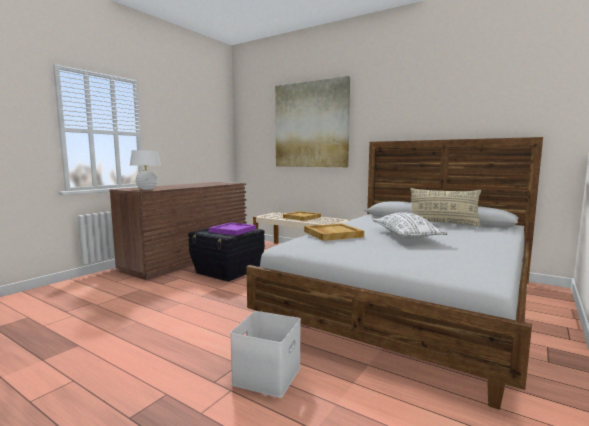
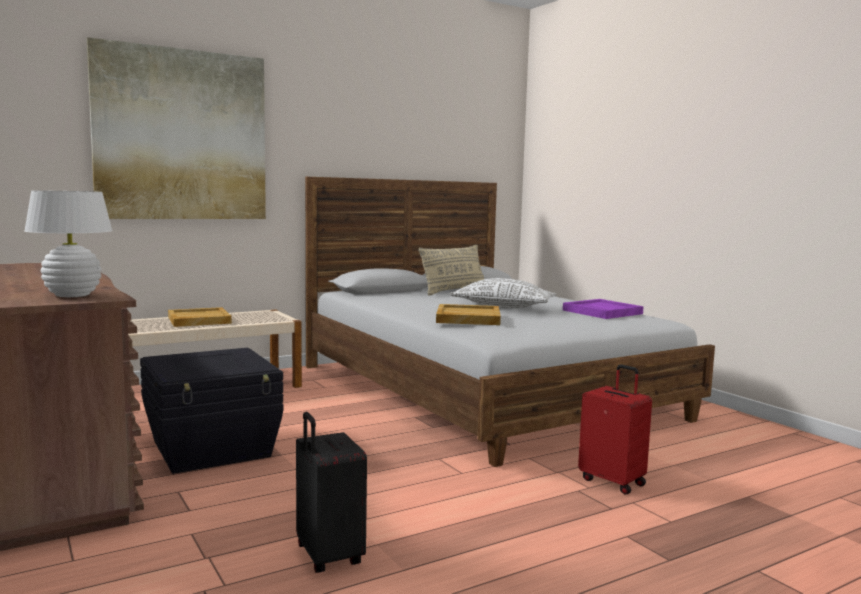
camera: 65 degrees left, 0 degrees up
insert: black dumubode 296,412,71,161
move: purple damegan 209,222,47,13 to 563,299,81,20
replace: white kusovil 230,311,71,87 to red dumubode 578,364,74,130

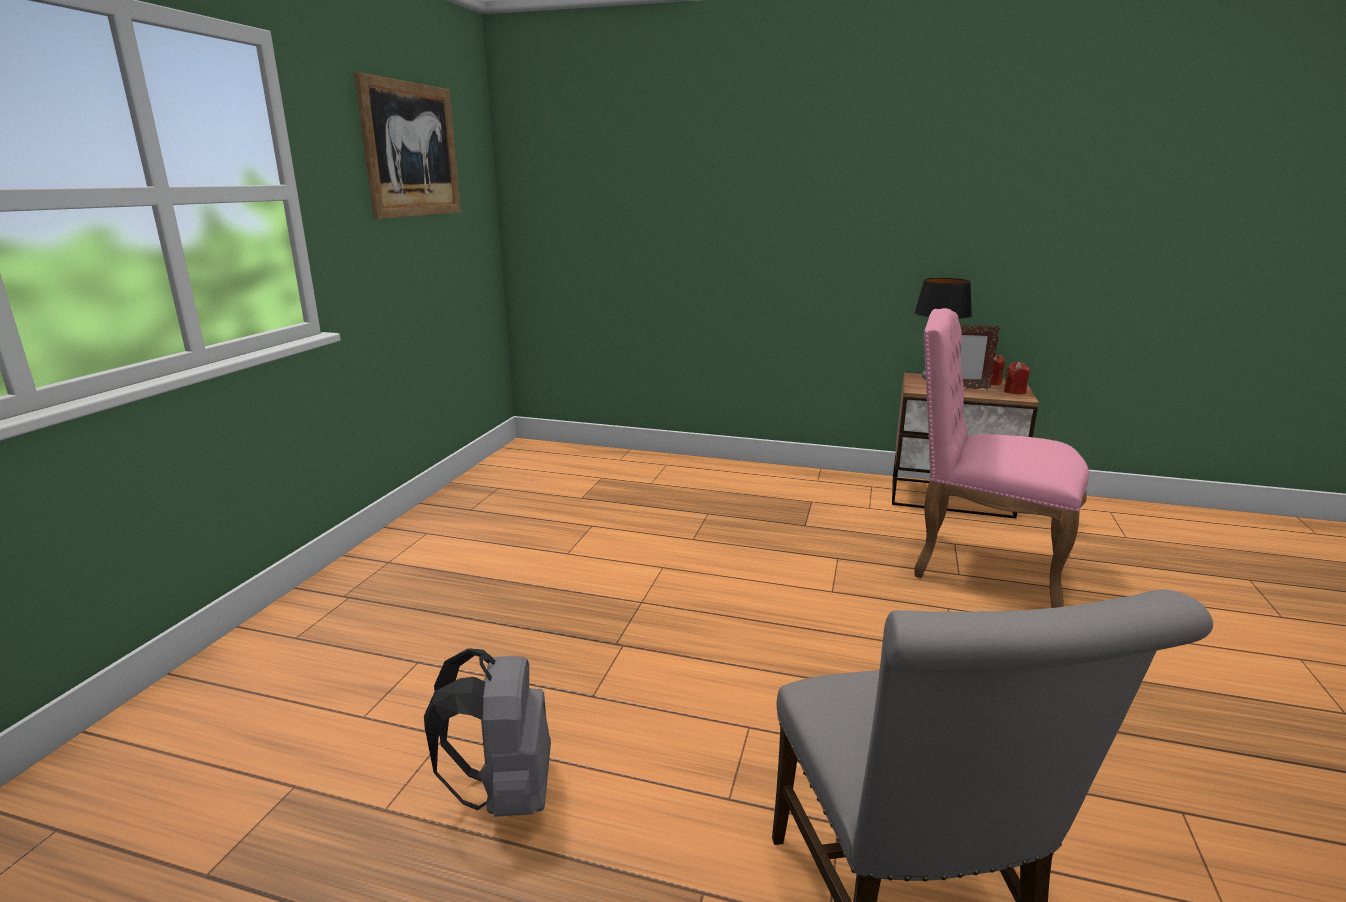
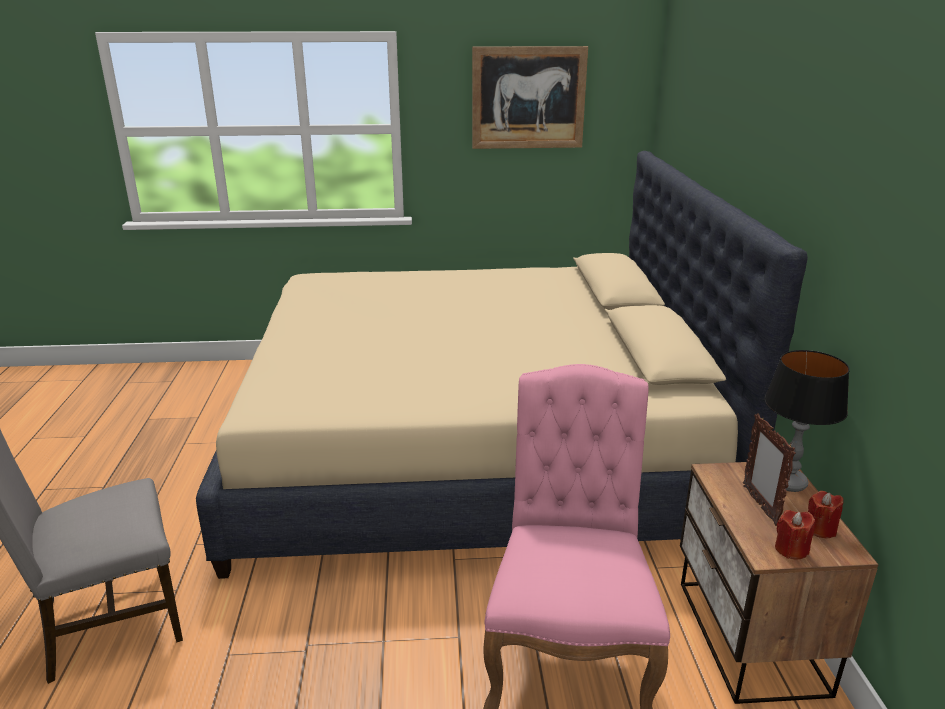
camera: 70 degrees right, 5 degrees up
delete: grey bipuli 424,648,127,169
insert: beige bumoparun 196,151,612,428

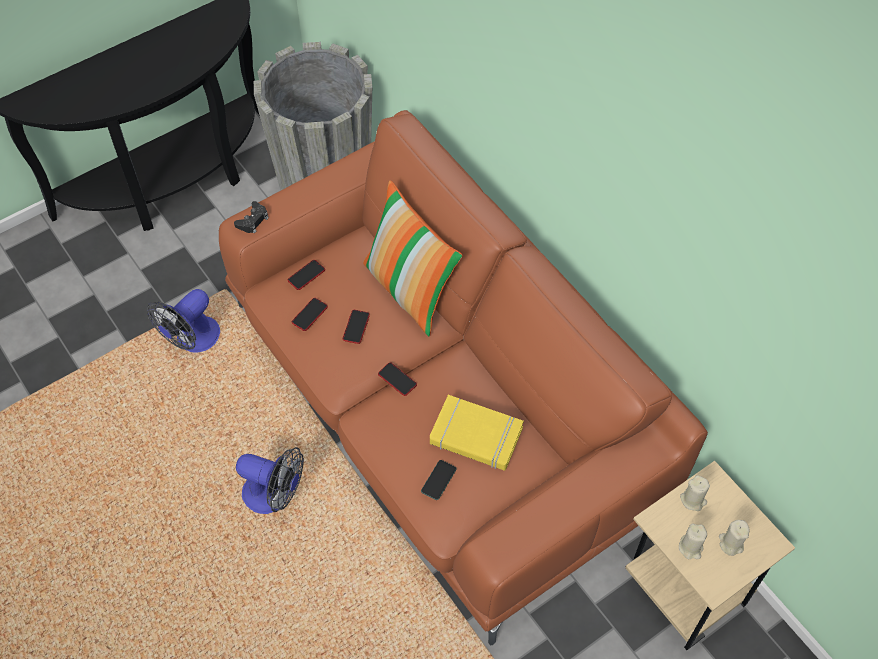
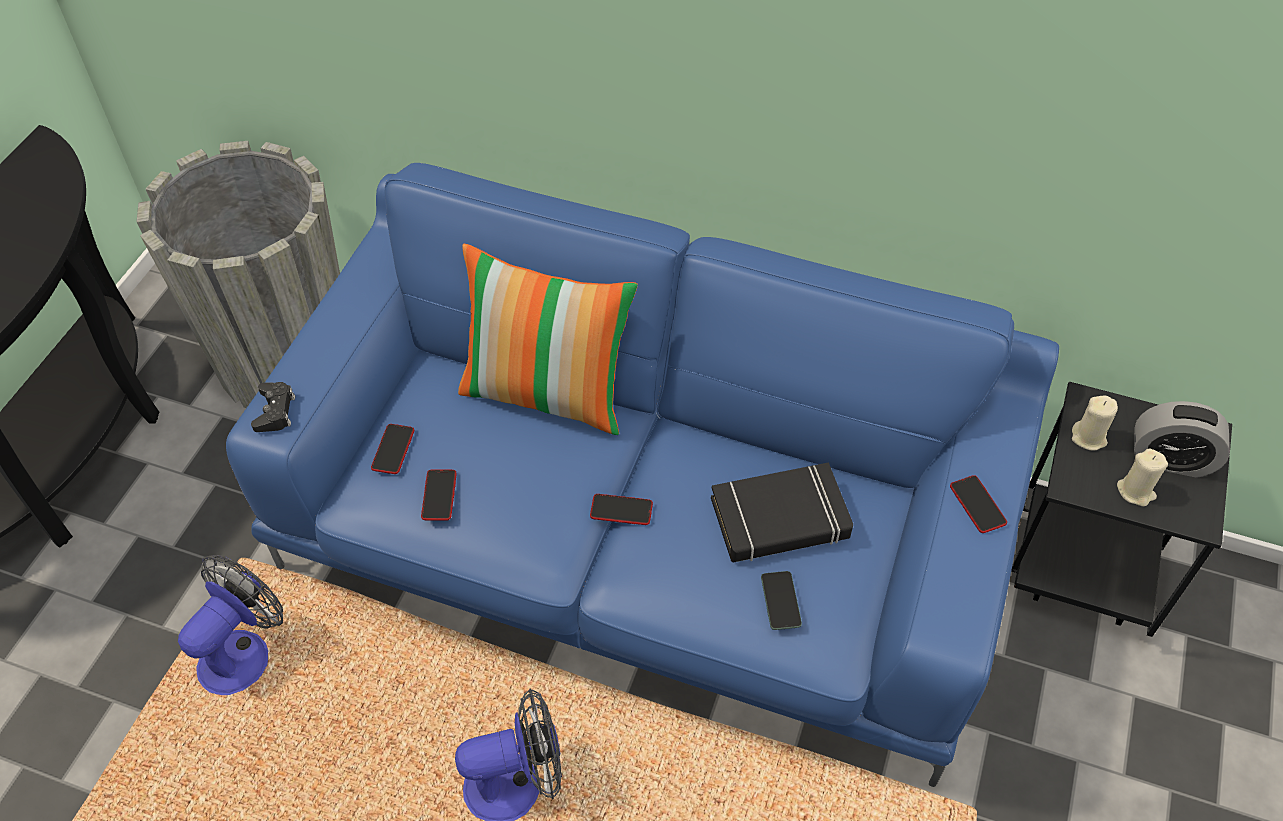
camera: 35 degrees left, 5 degrees down
move: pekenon 343,310,27,34 to 950,475,57,58
replace: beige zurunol 719,520,31,36 to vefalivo 1134,401,96,77
recolor: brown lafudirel 219,110,489,535 to blue lafudirel 226,163,833,624; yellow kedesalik 430,395,94,76 to black kedesalik 711,462,142,100; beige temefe 625,461,170,189 to black temefe 1011,382,221,255
rotate: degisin 147,289,73,64 = 178,555,105,140 150 degrees counterclockwise

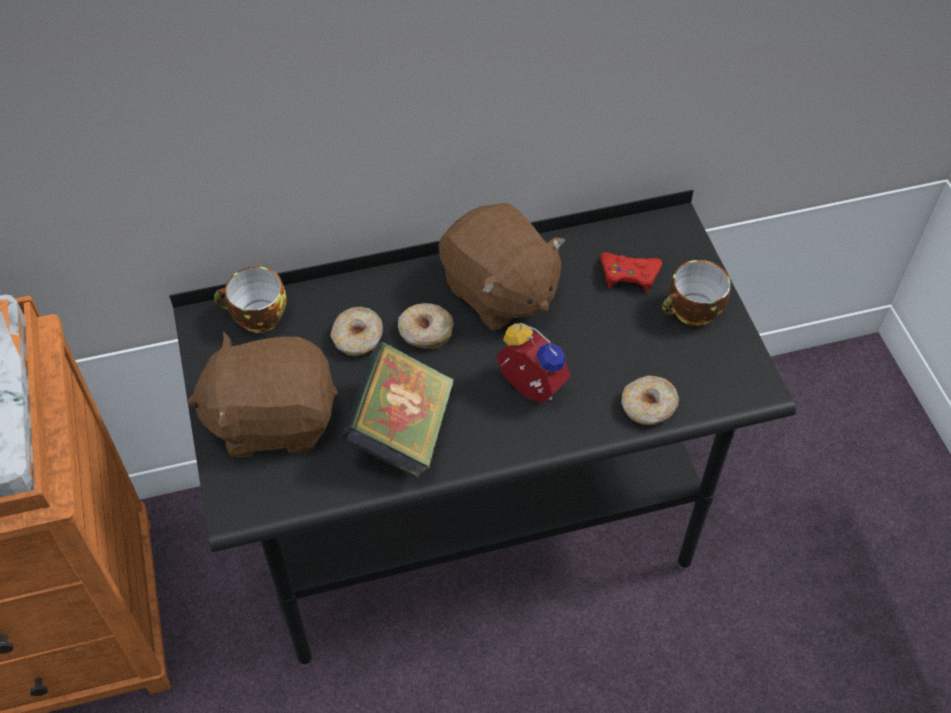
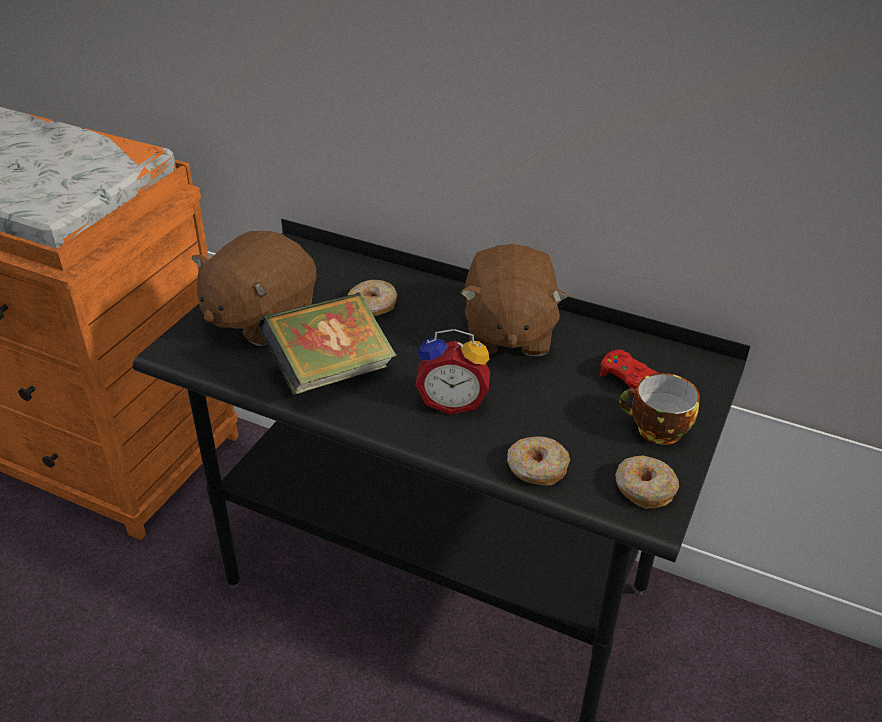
camera: 40 degrees right, 15 degrees down
delete: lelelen 214,267,73,66
move: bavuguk 398,303,56,46 to 615,456,64,53
rotate: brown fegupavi 187,331,150,126 = 192,231,124,115 90 degrees counterclockwise; vefalivo 496,323,75,80 = 415,329,75,86 105 degrees clockwise

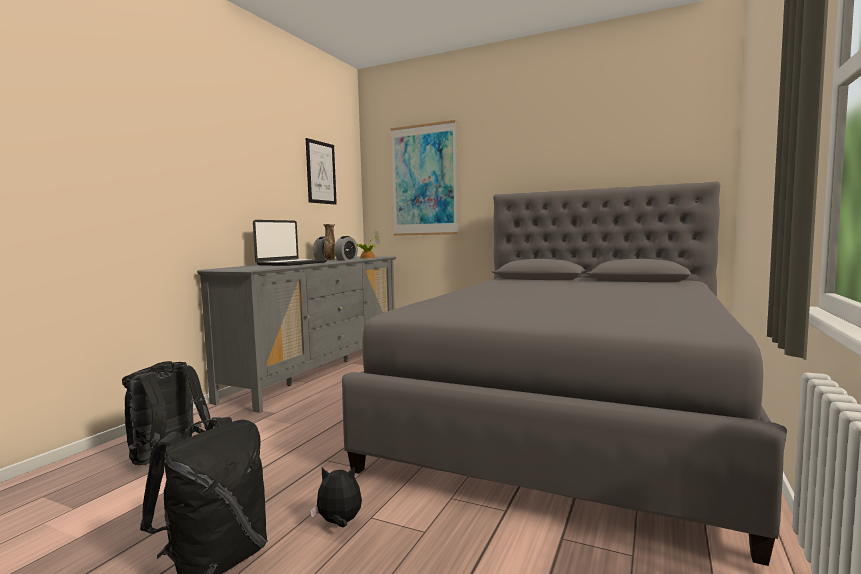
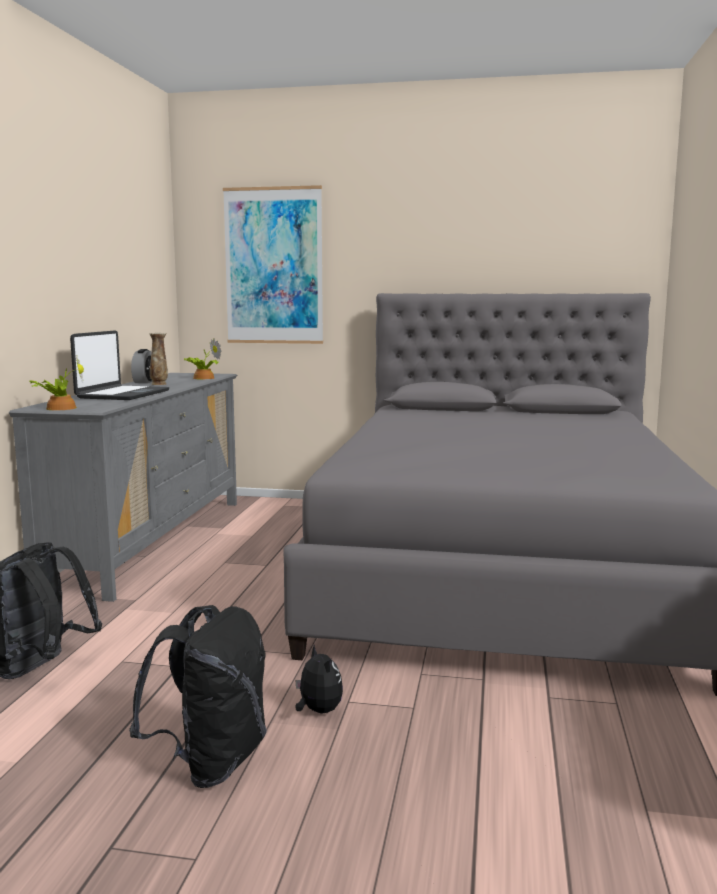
camera: 15 degrees left, 5 degrees up
delete: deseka 306,138,31,67; vefalivo 334,236,24,25
insert: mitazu 29,355,55,55
rotate: fegupavi 310,467,52,61 = 295,645,48,68 75 degrees clockwise

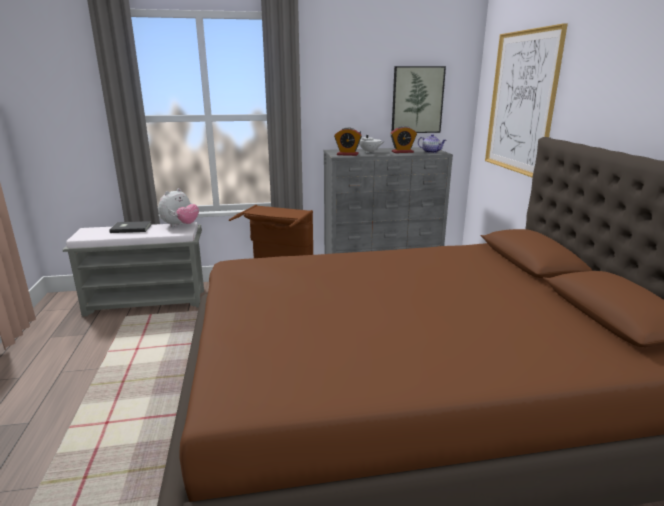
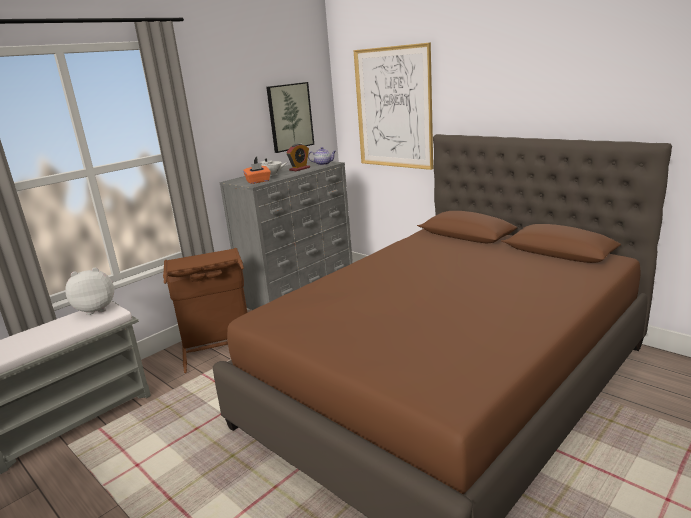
camera: 35 degrees left, 0 degrees up
delete: grey kedesalik 109,221,43,12
replace: vefalivo 334,127,28,29 to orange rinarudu 243,163,28,21
rotate: fegupavi 158,188,41,39 = 65,267,49,48 105 degrees counterclockwise

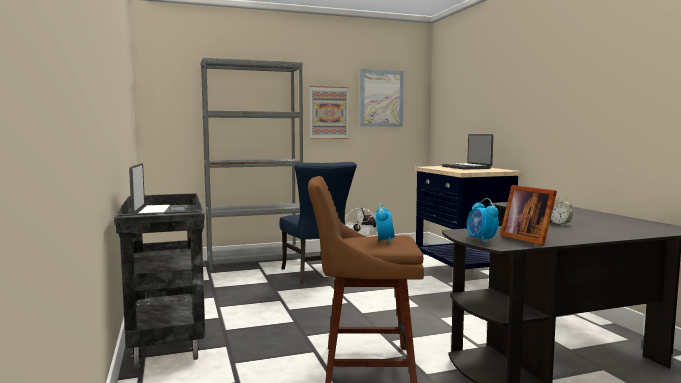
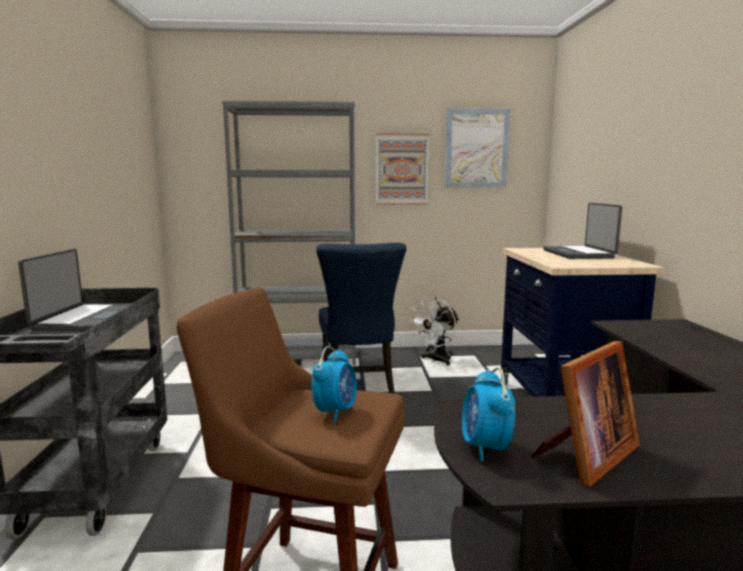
camera: 15 degrees right, 5 degrees up
delete: vefalivo 550,197,23,28
rotate: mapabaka 500,185,57,61 = 532,341,108,145 120 degrees counterclockwise

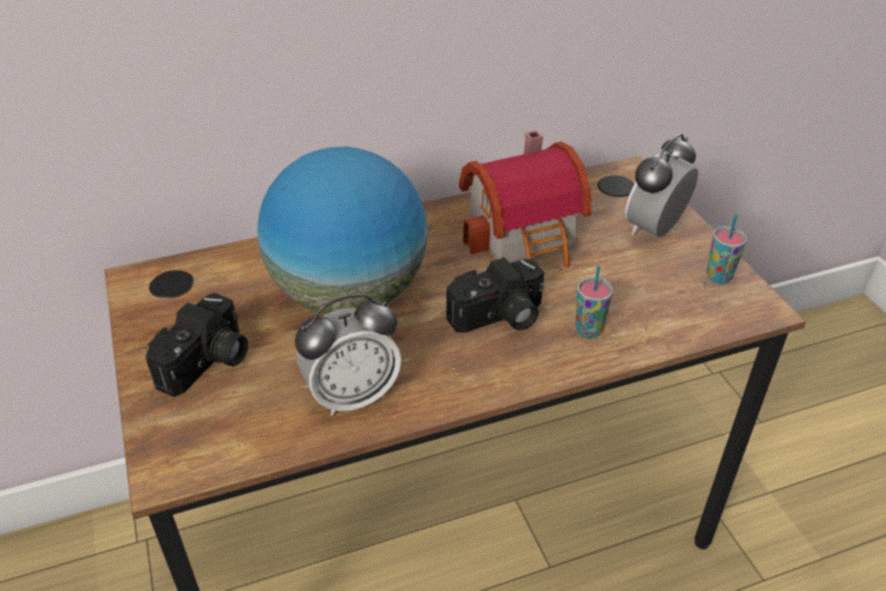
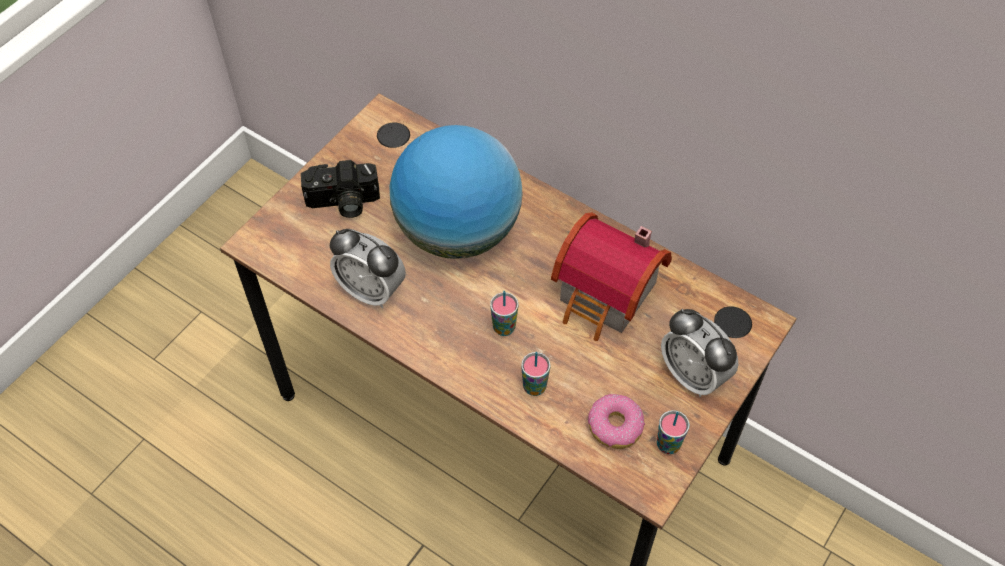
camera: 55 degrees right, 15 degrees up
insert: bavuguk 588,394,57,55
replace: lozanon 446,257,98,76 to lelelen 490,291,28,45
rotate: vefalivo 625,134,73,103 = 661,309,77,88 135 degrees counterclockwise

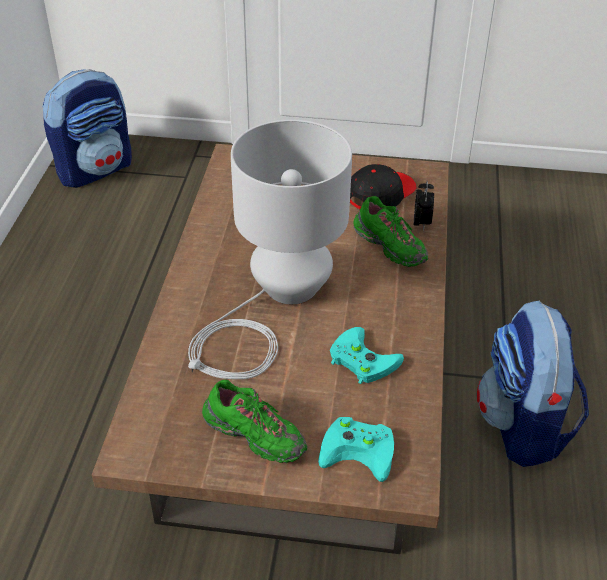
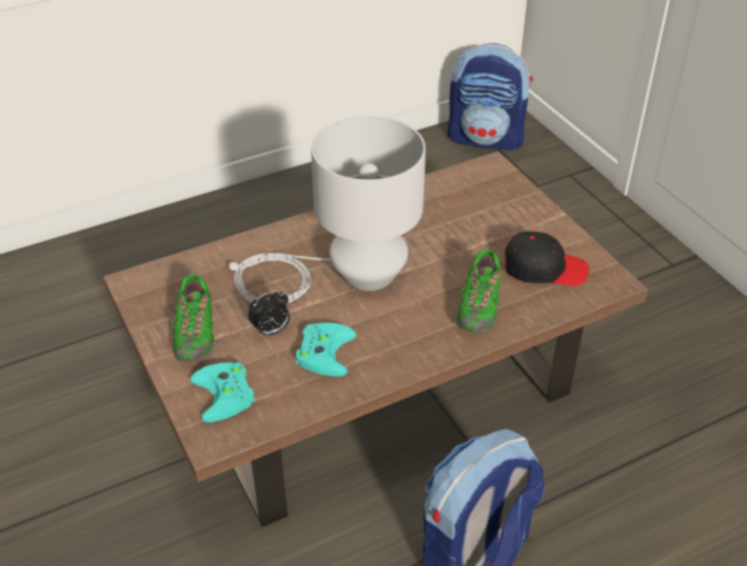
camera: 55 degrees right, 0 degrees up
move: vefalivo 414,180,20,51 to 248,290,42,47

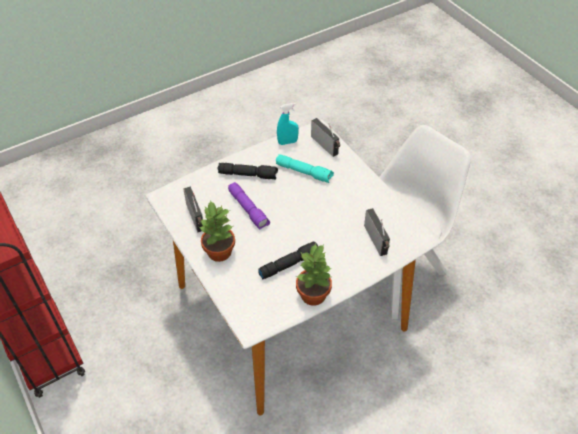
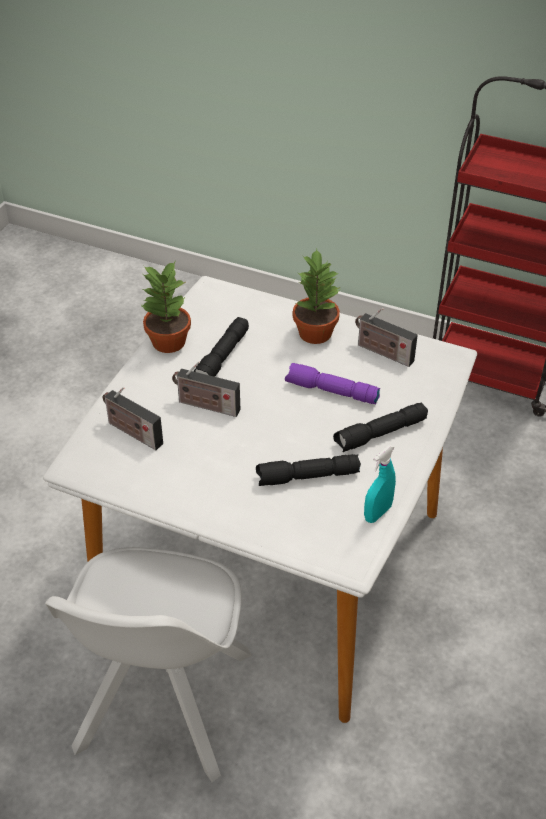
camera: 145 degrees right, 5 degrees down
move: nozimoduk 311,118,29,39 to 172,361,68,56
recolor: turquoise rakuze 276,154,58,29 to black rakuze 256,454,105,32

